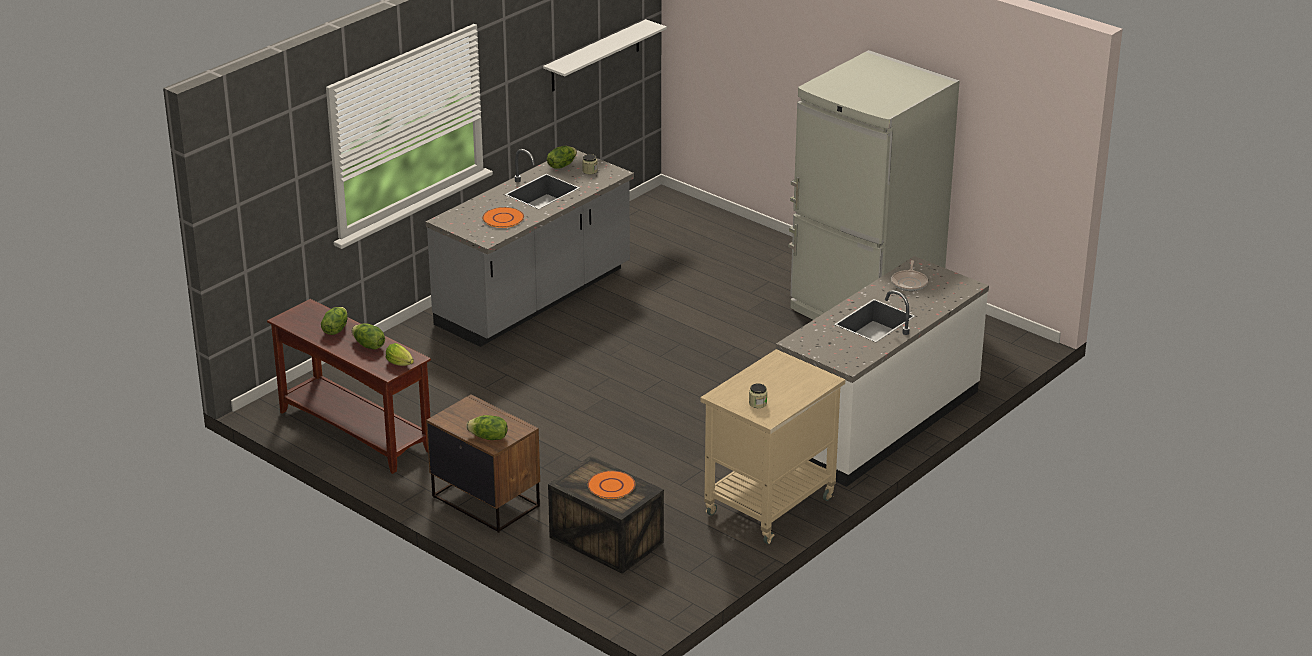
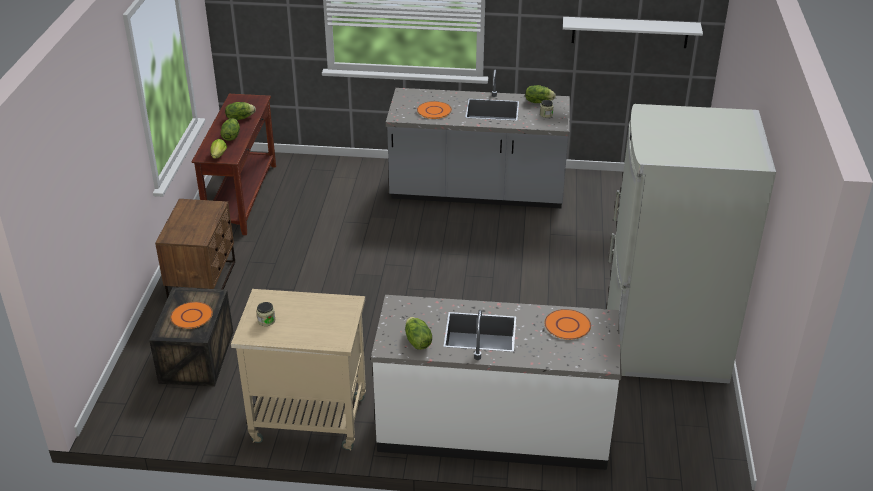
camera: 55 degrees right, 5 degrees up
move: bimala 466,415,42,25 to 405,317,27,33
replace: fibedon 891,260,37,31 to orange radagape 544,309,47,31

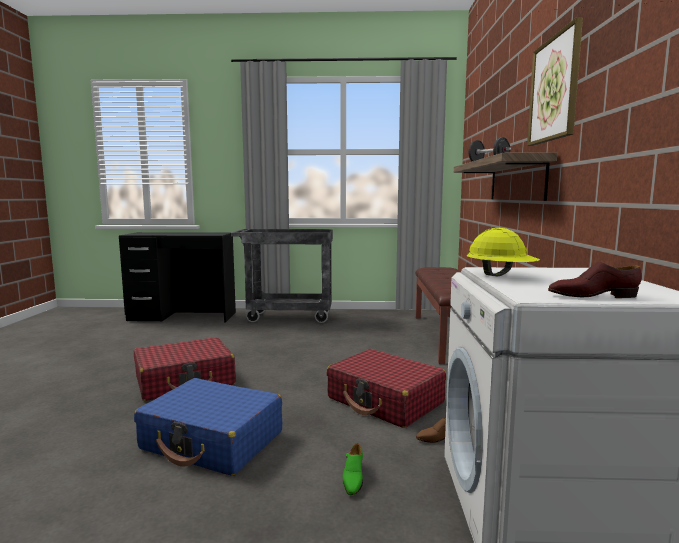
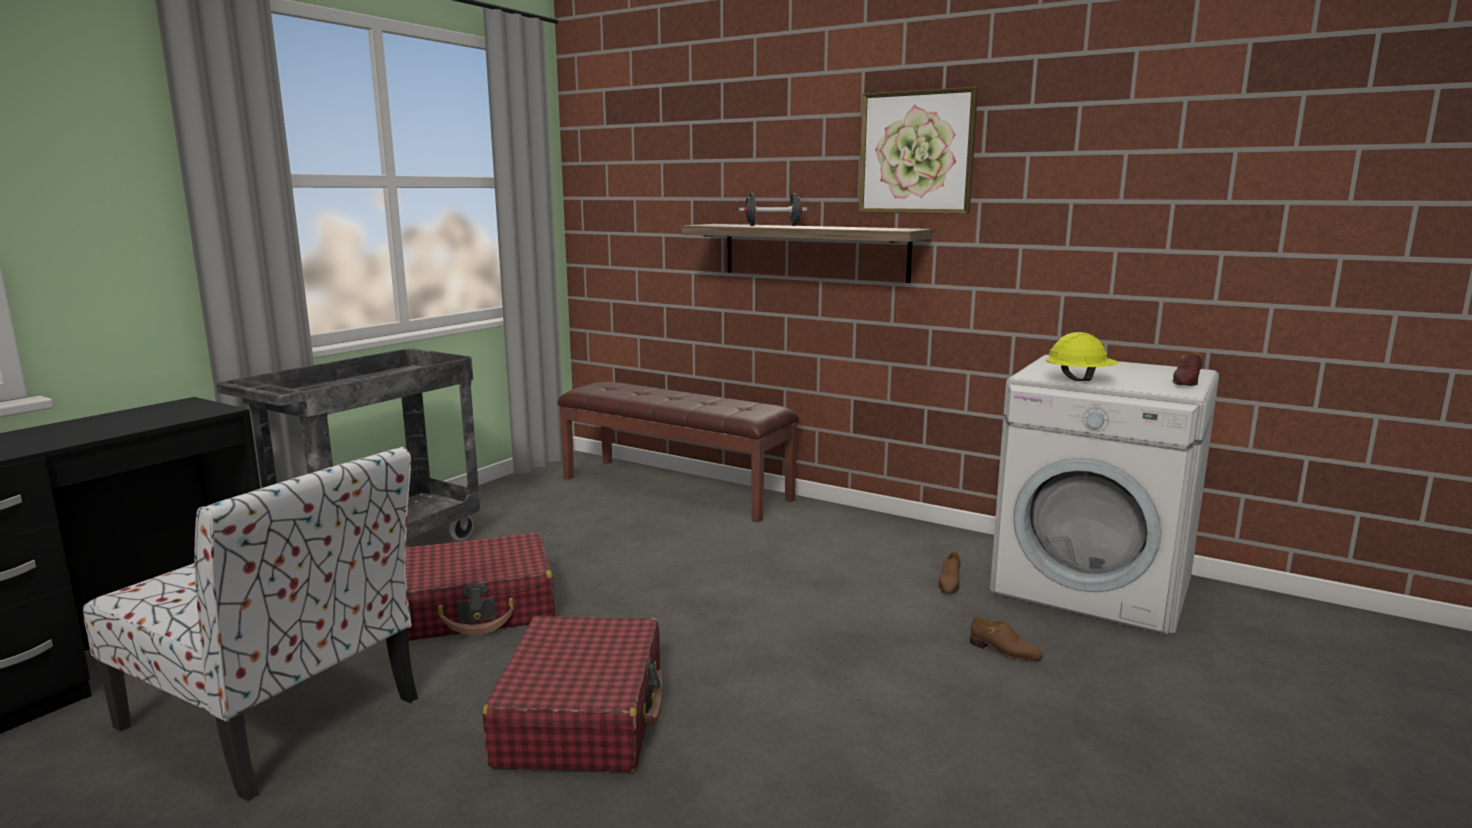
camera: 60 degrees left, 5 degrees up
delete: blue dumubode 134,378,148,98
insert: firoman 83,447,335,354
move: red dumubode 327,349,119,79 to 406,533,149,108
recolor: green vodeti 343,443,20,52 to brown vodeti 970,616,73,45

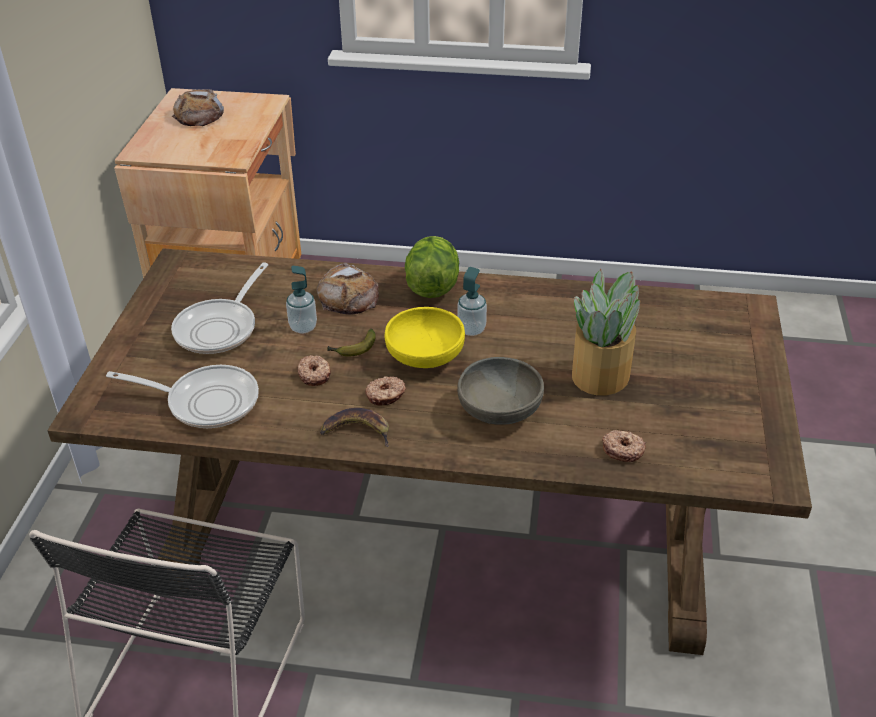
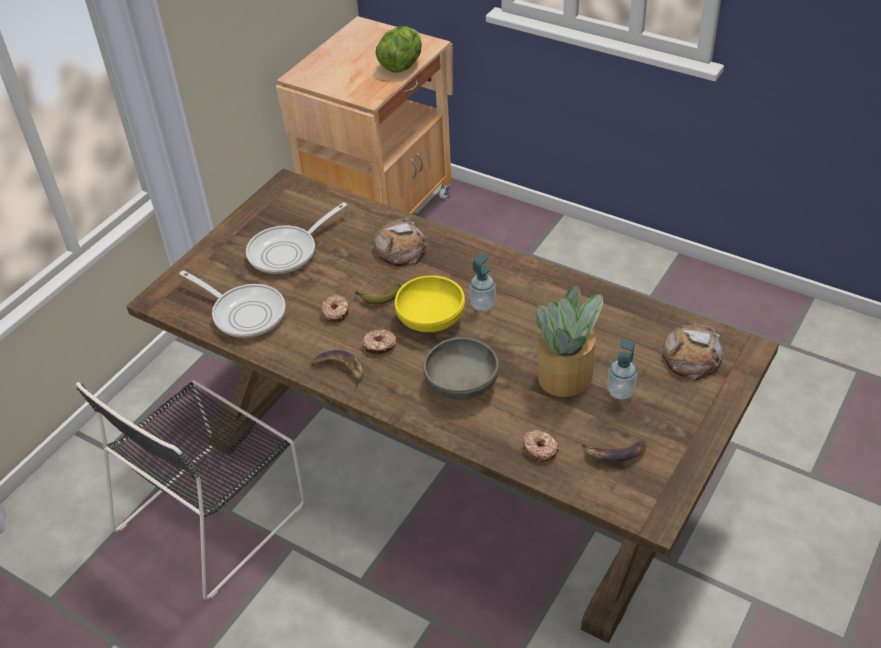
camera: 25 degrees right, 5 degrees up
insert: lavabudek 580,439,67,23
move: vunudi 172,89,52,37 to 659,324,65,57; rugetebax 286,266,31,67 to 607,339,30,60; bimala 405,236,54,62 to 376,26,46,47

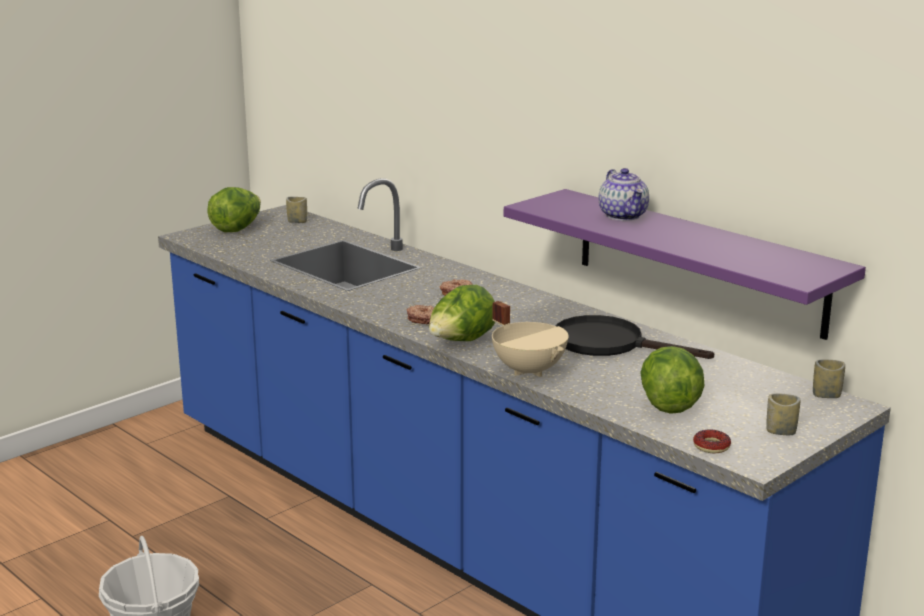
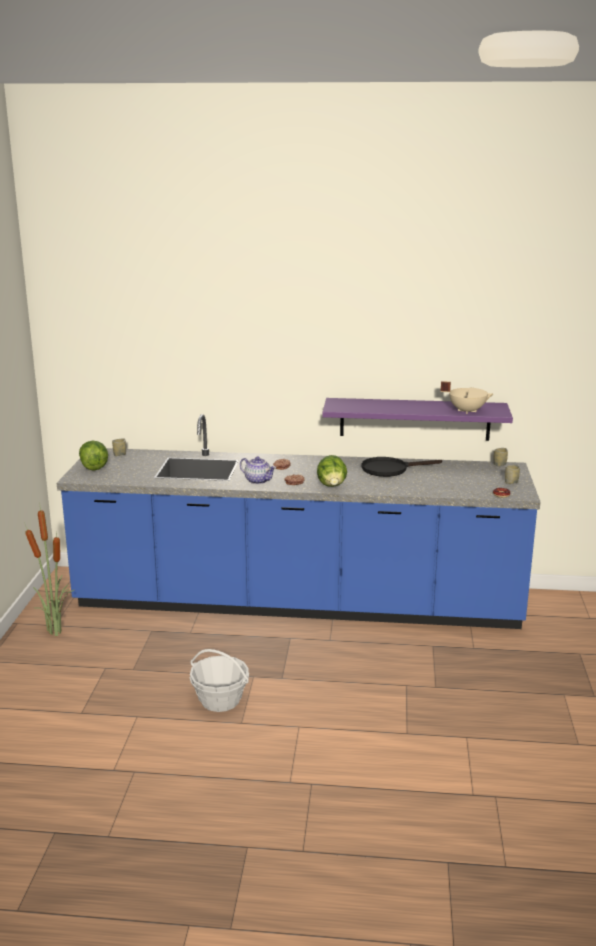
camera: 40 degrees left, 0 degrees up
delete: bimala 640,346,65,68
insert: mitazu 24,502,50,134
move: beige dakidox 492,301,77,76 to 441,381,52,33; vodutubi 599,168,50,53 to 240,457,36,27

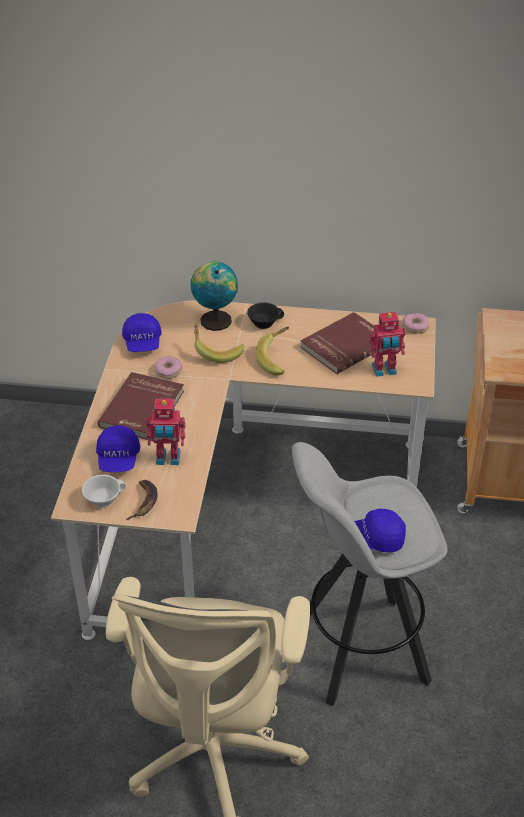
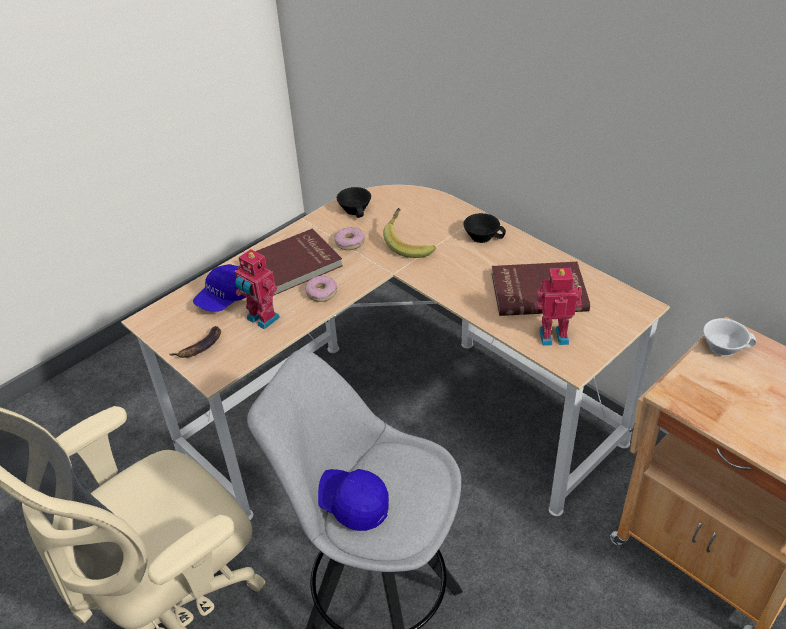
camera: 40 degrees right, 0 degrees up
delete: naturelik 191,261,47,70; lavabudek 256,327,33,49
move: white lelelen 82,475,44,33 to 703,318,54,38; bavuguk 403,313,26,21 to 305,276,32,26
replace: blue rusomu 122,313,39,39 to black lelelen 337,187,34,31
rotate: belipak 369,312,37,65 = 535,268,47,78 150 degrees clockwise

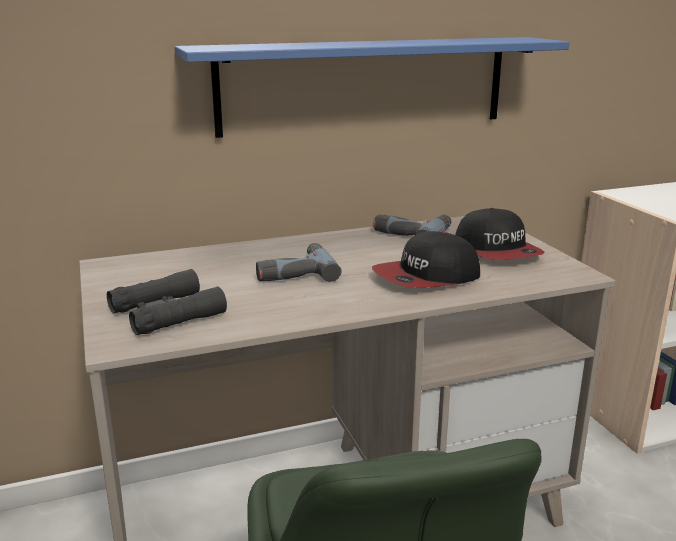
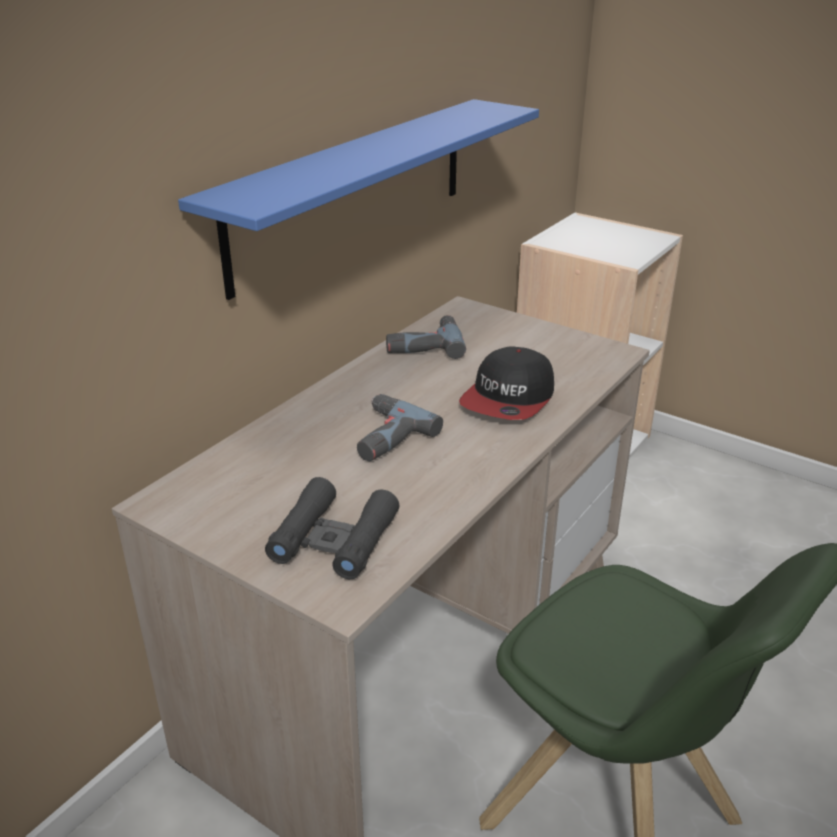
camera: 35 degrees left, 10 degrees up
delete: rusomu 455,208,89,52

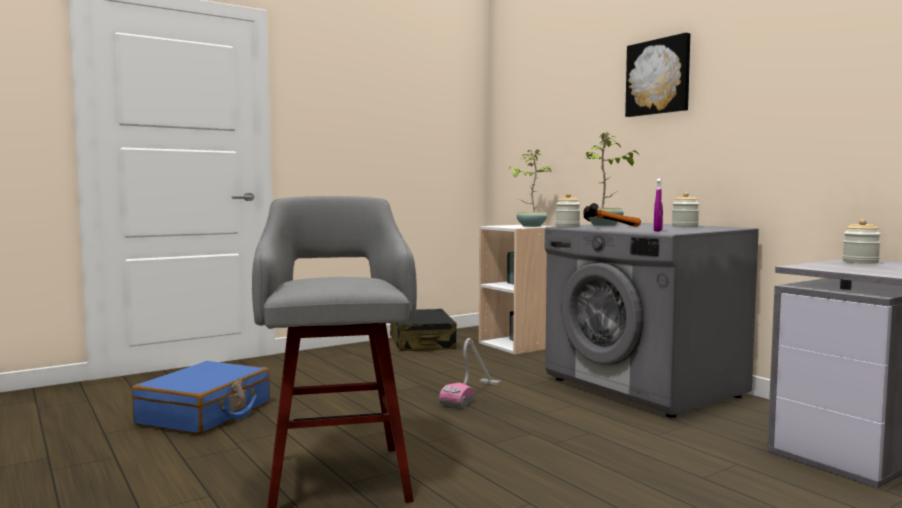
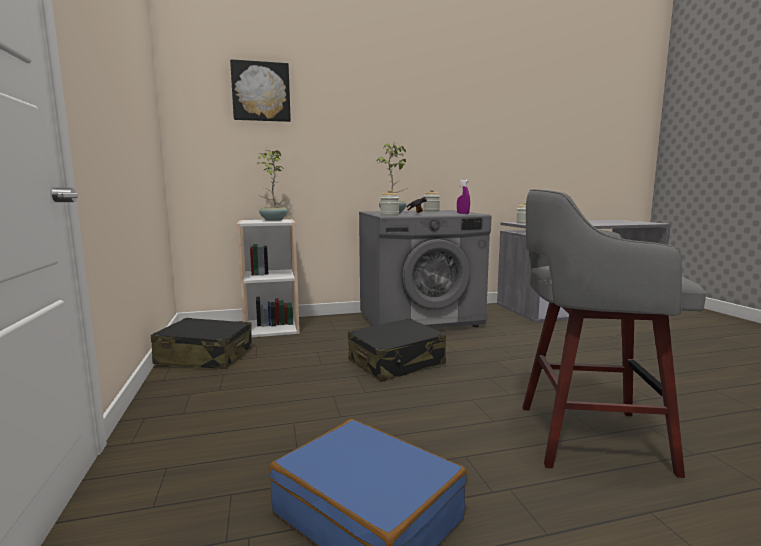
camera: 70 degrees left, 5 degrees up
move: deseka 625,33,65,84 to 230,59,61,63
replace: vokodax 439,338,62,70 to black dumubode 348,318,98,64

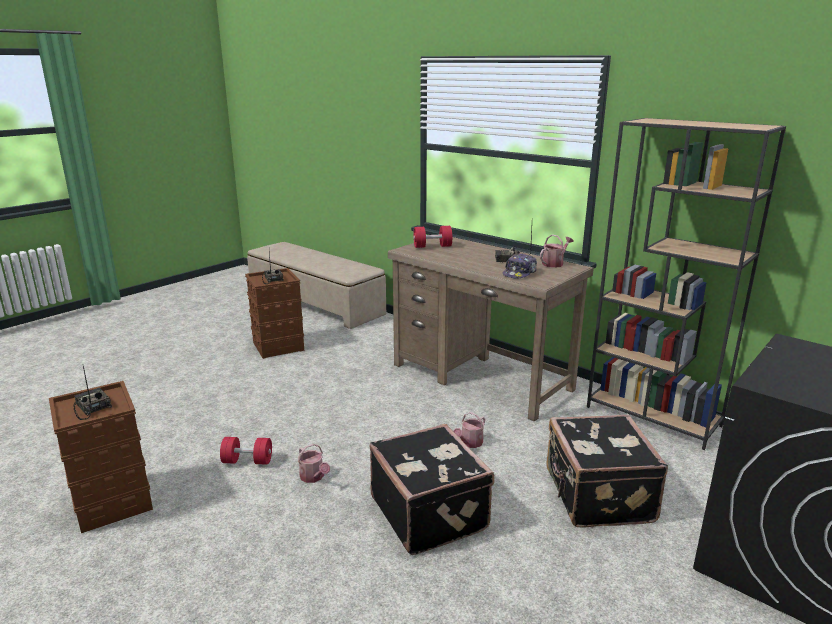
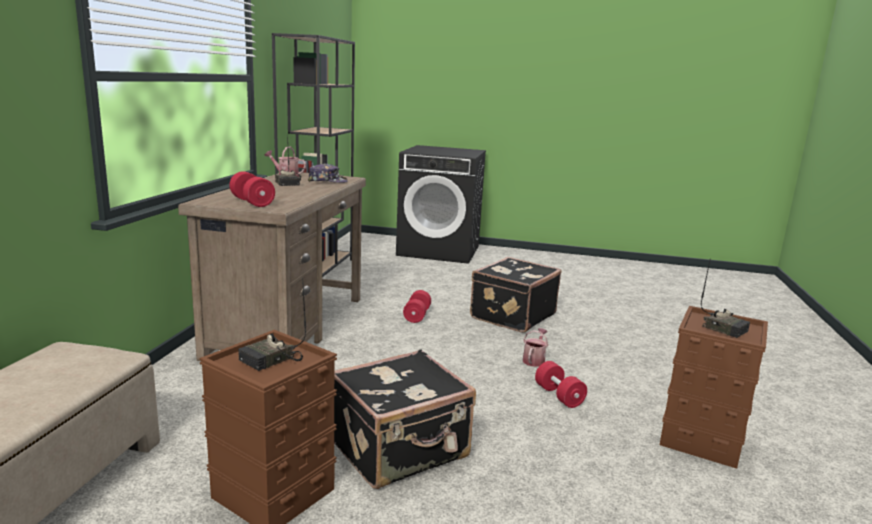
camera: 120 degrees left, 5 degrees down
move: black dumubode 546,415,122,113 to 334,349,142,140
replace: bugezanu 453,412,32,36 to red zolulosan 403,290,28,33
rotate: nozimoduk 74,366,38,54 = 701,258,49,80 60 degrees counterclockwise

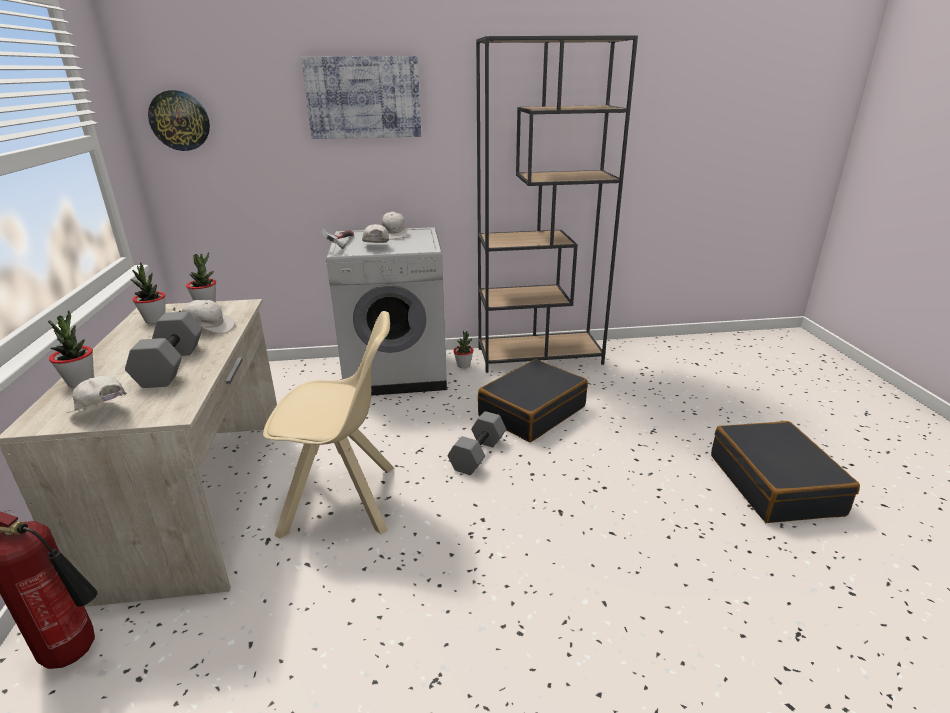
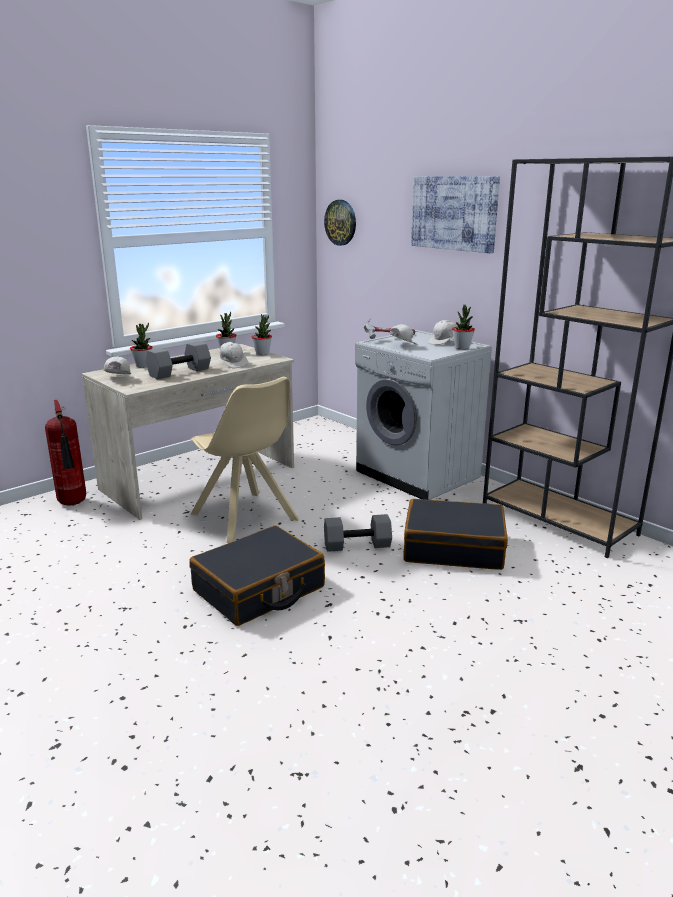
camera: 55 degrees right, 5 degrees down
move: mitazu 453,330,21,38 to 452,305,23,44; black dumubode 711,421,149,102 to 189,526,136,100

